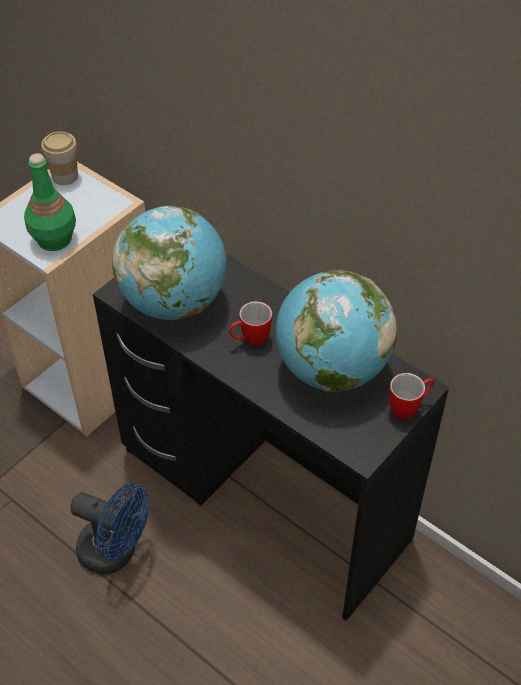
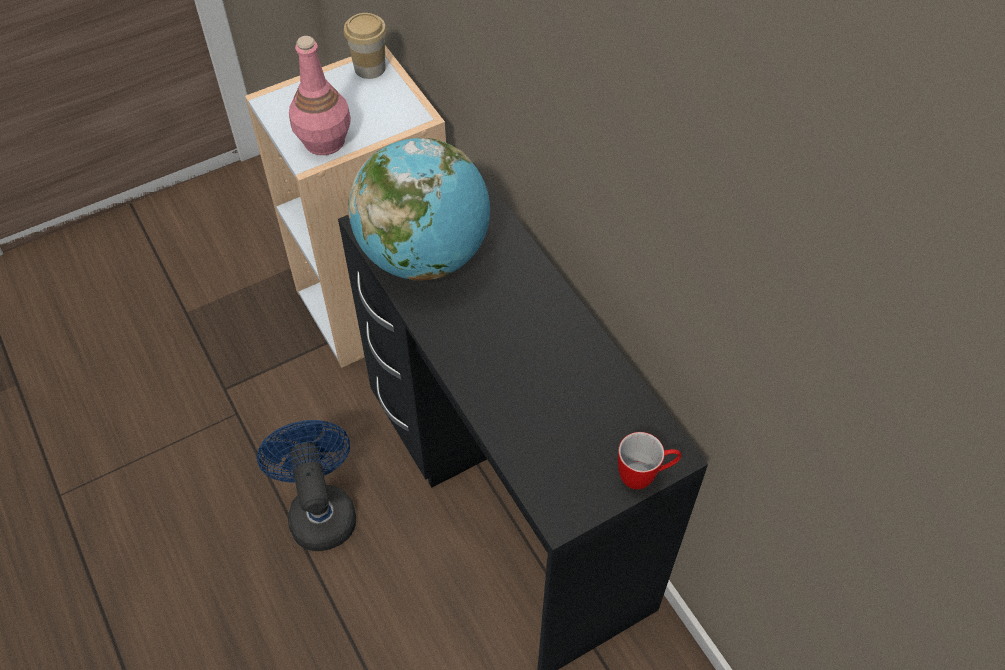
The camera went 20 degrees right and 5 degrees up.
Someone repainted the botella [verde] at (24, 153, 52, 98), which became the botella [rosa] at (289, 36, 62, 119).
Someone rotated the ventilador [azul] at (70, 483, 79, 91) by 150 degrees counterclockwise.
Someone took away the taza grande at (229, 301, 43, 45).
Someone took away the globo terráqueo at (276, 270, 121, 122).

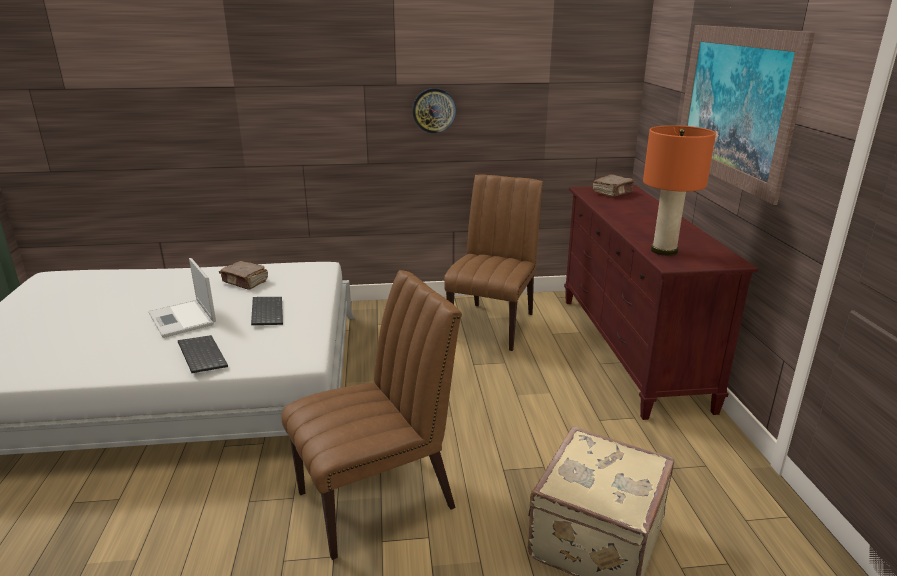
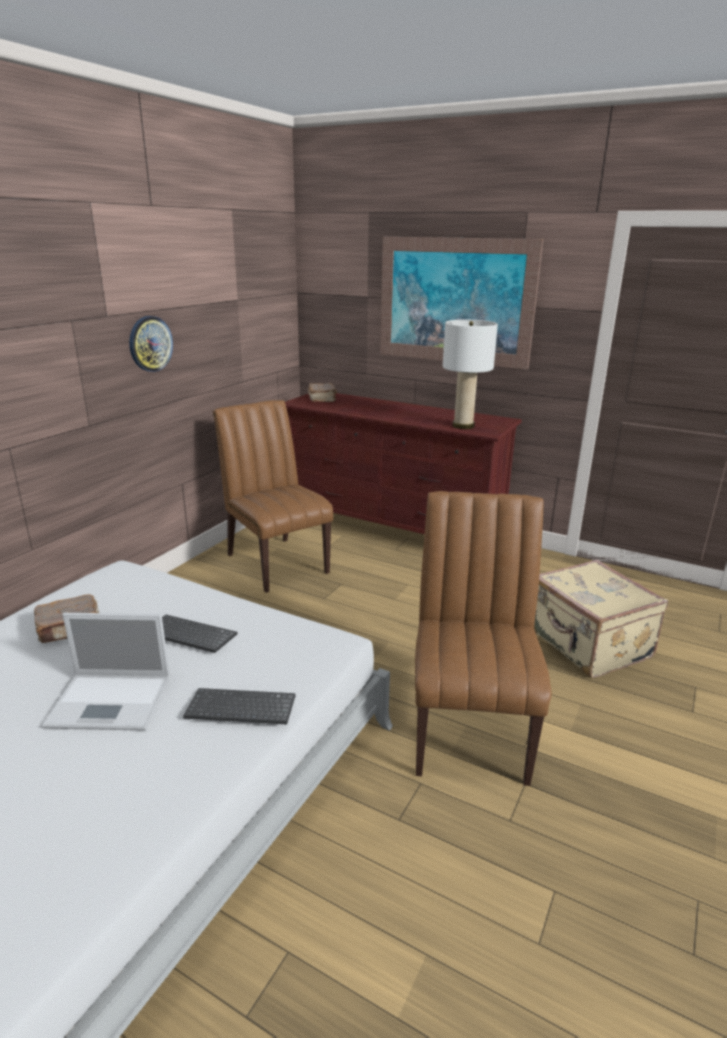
The camera went 55 degrees left and 0 degrees up.
Someone repainted the lámpara de mesa [naranja] at (643, 125, 73, 131), which became the lámpara de mesa [blanco] at (443, 320, 55, 109).

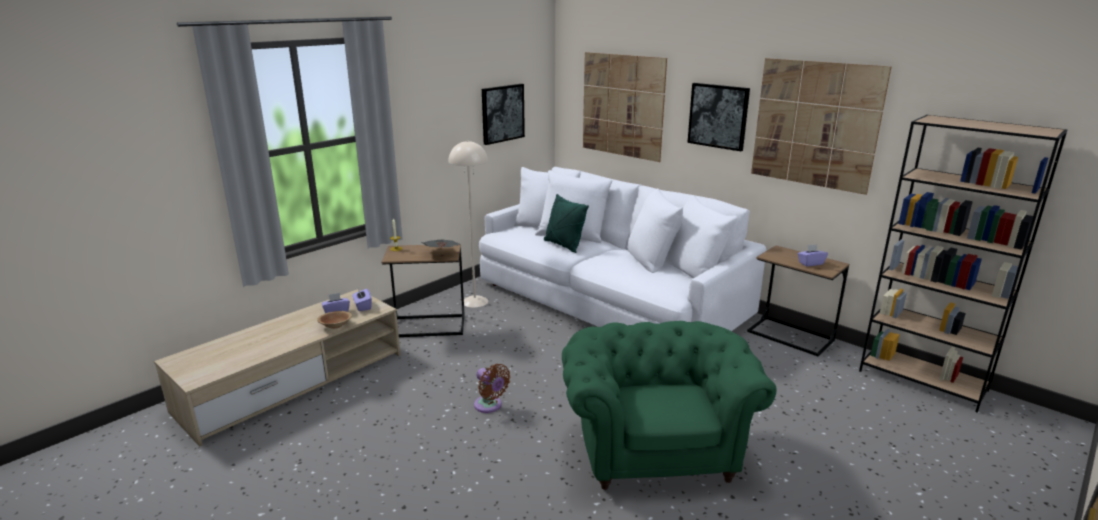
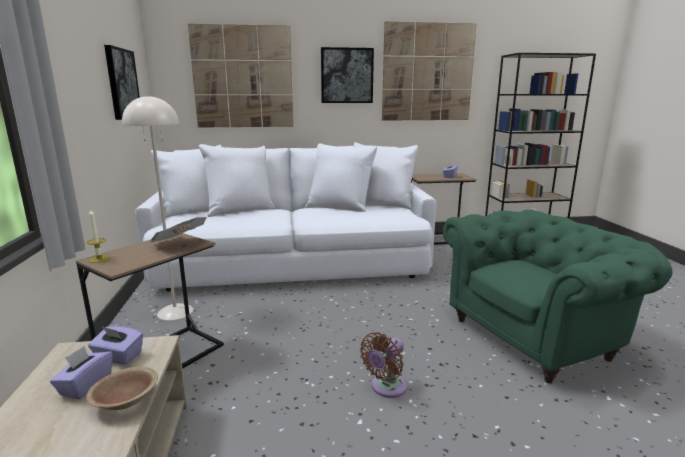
The camera went 50 degrees left and 5 degrees down.
Someone rotated the ventilador [marrón] at (474, 364, 37, 49) by 135 degrees clockwise.
Someone took away the cojín [verde] at (544, 194, 45, 59).
Someone rotated the sillón [verde] at (562, 321, 215, 169) by 120 degrees clockwise.

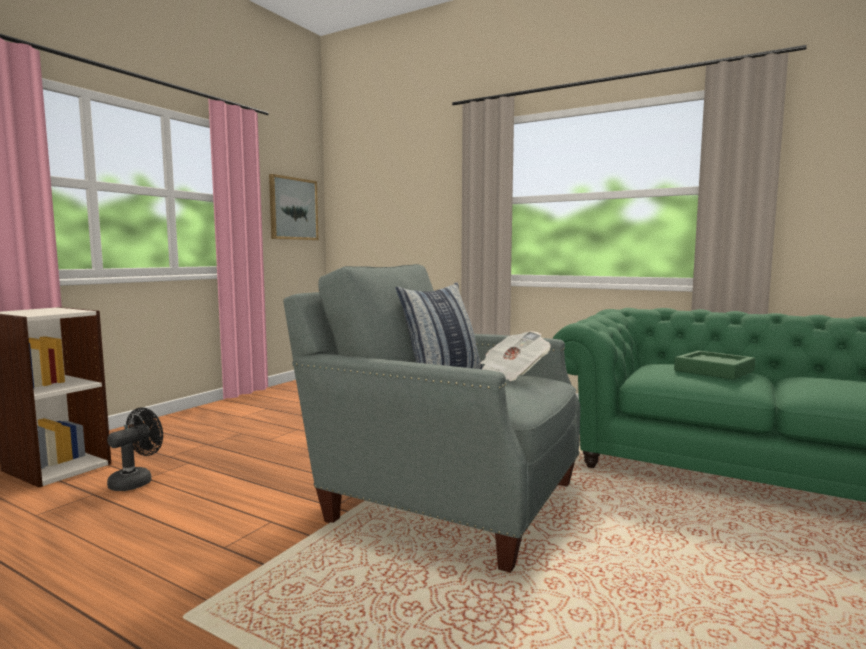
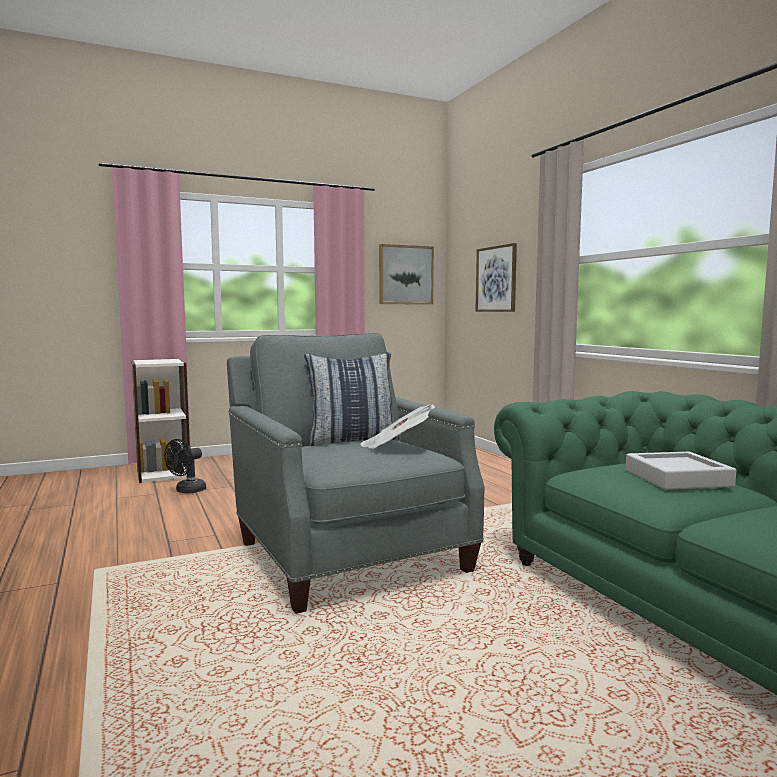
The camera went 35 degrees right and 0 degrees up.
Someone rotated the ventilador [negro] at (107, 407, 56, 84) by 150 degrees clockwise.
Someone repainted the bandeja [verde] at (674, 350, 81, 30), which became the bandeja [gris] at (626, 452, 110, 38).
Someone put up the cuadro at (475, 243, 42, 69).

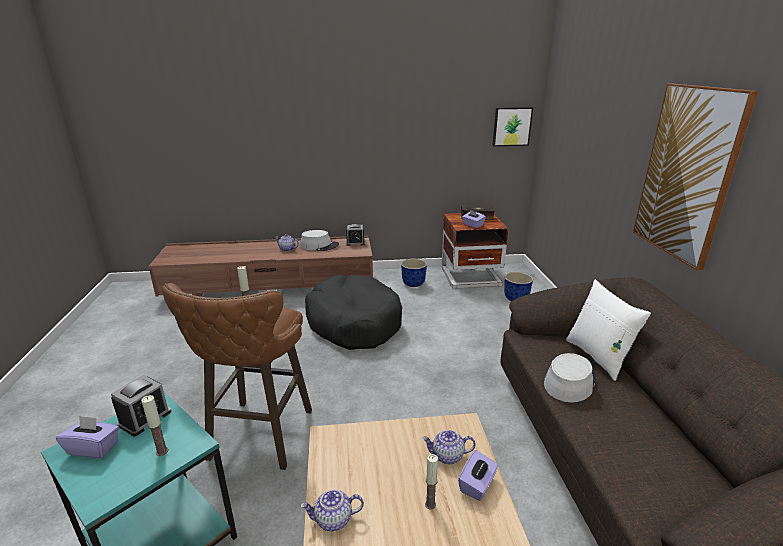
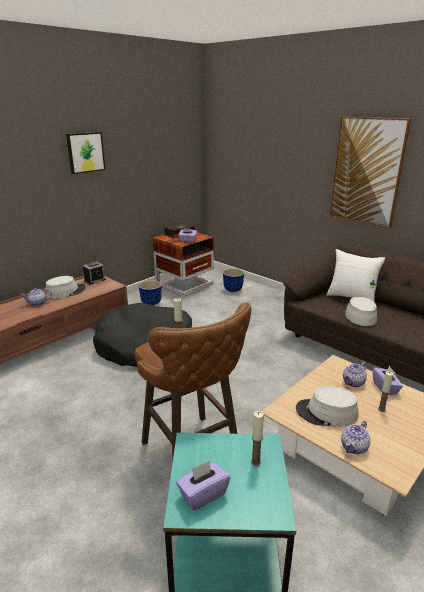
The camera went 40 degrees left and 0 degrees up.
Someone took away the despertador at (111, 375, 60, 61).
Someone carried the cuadro from (492, 107, 41, 39) to (66, 132, 39, 42).
Someone put down the sombrero [gris] at (296, 386, 62, 41).

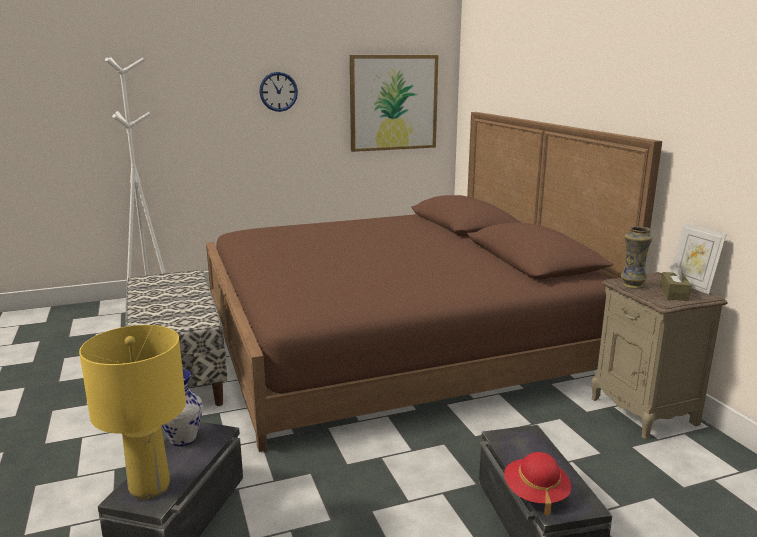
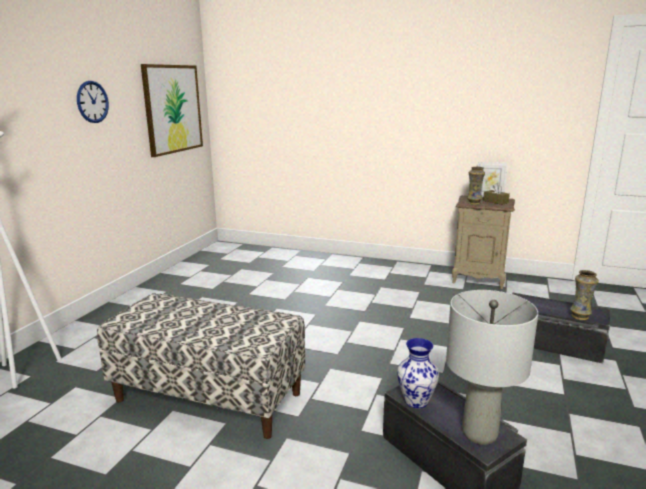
The camera went 50 degrees left and 0 degrees up.
Someone repainted the lámpara de mesa [amarillo] at (79, 325, 107, 175), which became the lámpara de mesa [gris] at (446, 290, 92, 155).
Someone took away the cama [marrón] at (206, 112, 456, 340).
Someone swapped the sombrero [rojo] at (504, 452, 67, 64) for the florero at (570, 270, 29, 50).

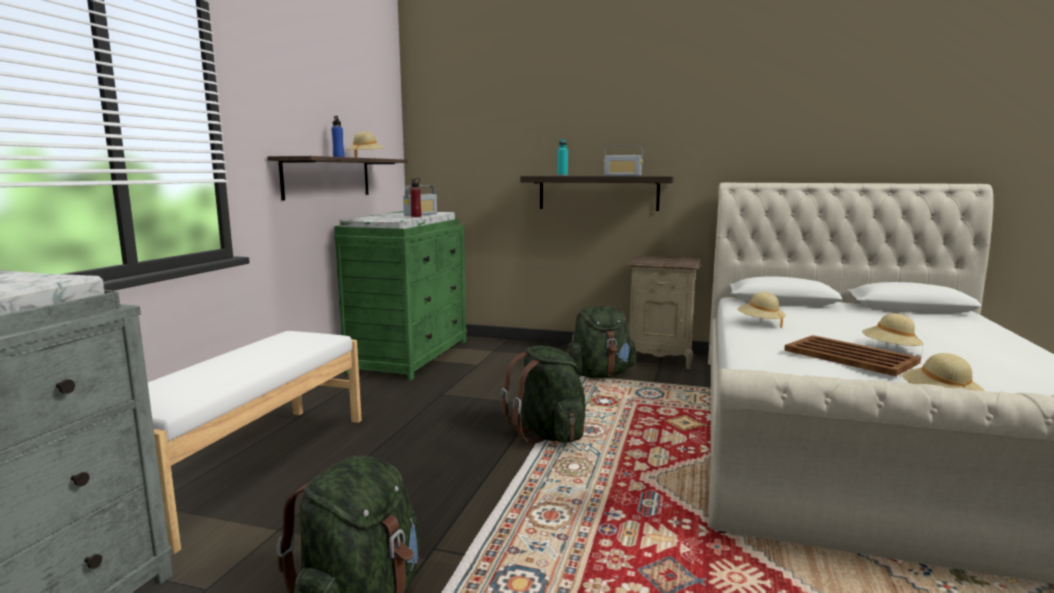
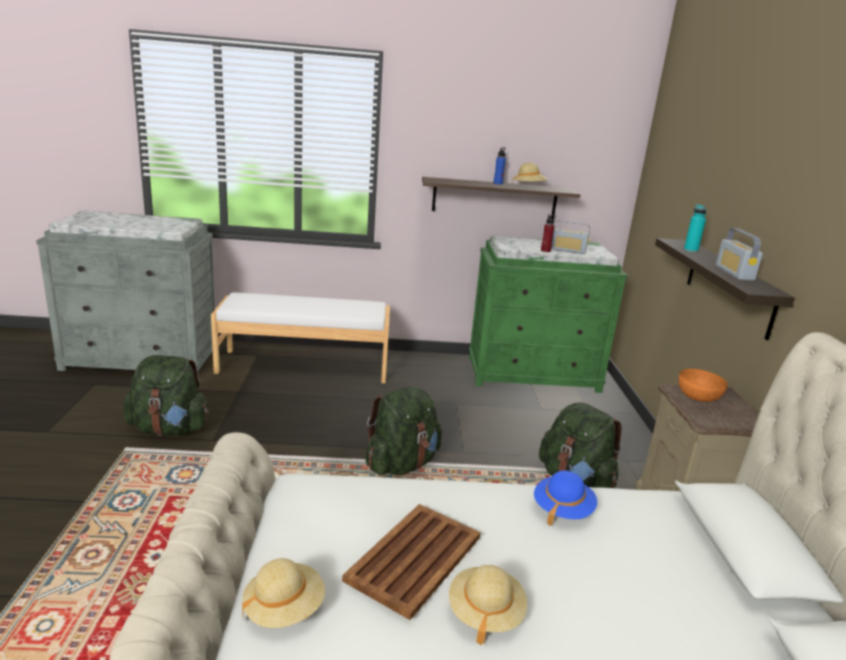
The camera went 70 degrees right and 10 degrees up.
Someone repainted the sombrero [beis] at (738, 292, 48, 36), which became the sombrero [azul] at (534, 470, 63, 56).
Someone put down the cuenco [naranja] at (678, 369, 50, 33).

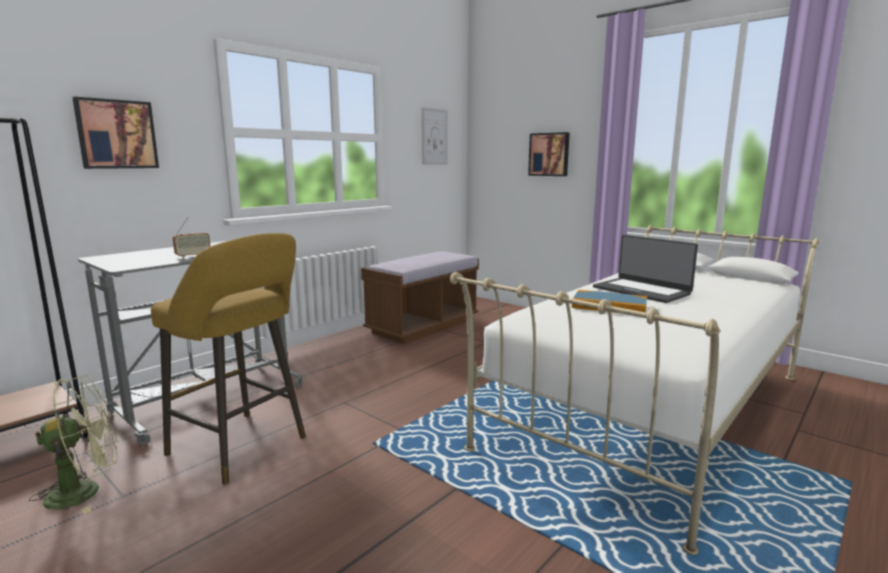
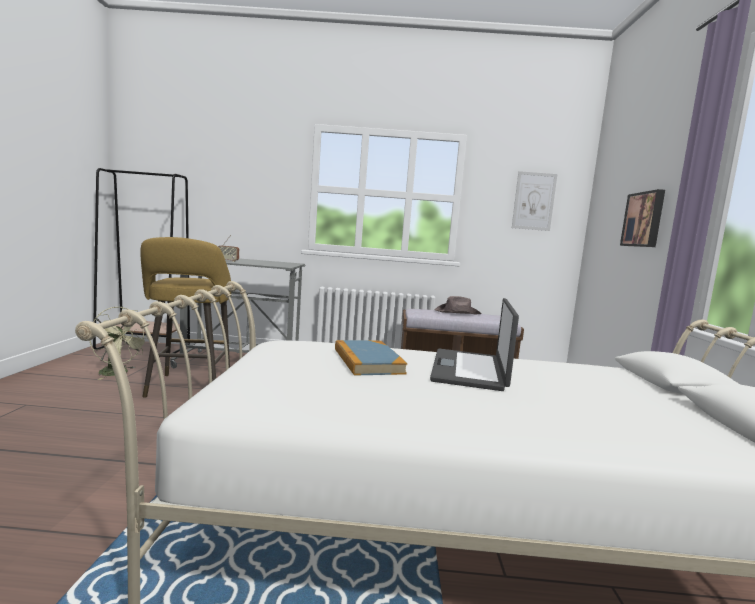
The camera went 50 degrees right and 5 degrees down.
Someone took away the cuadro at (72, 97, 87, 72).
Someone put down the sombrero [marrón] at (434, 296, 48, 18).

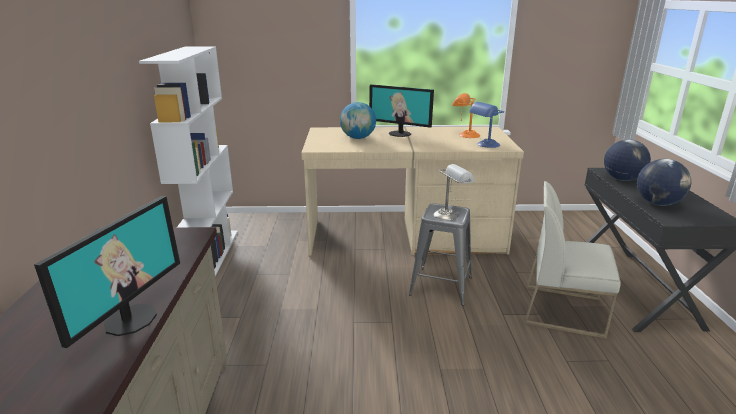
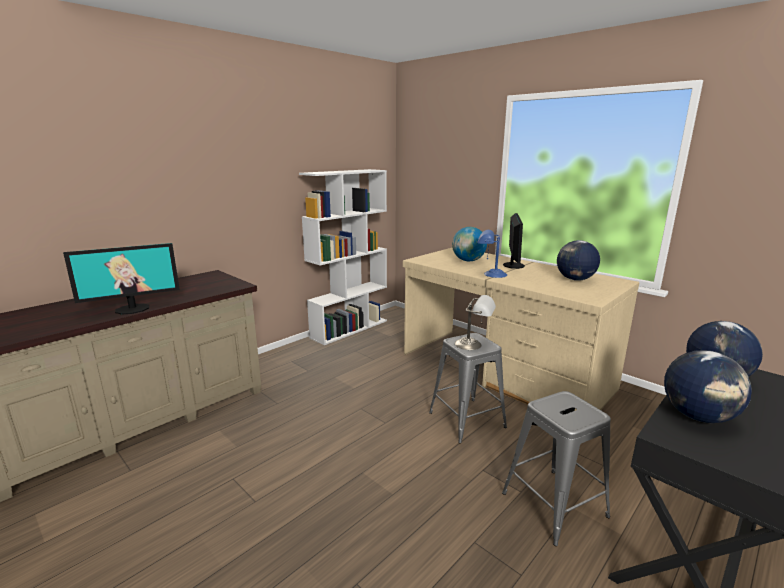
The camera went 45 degrees right and 5 degrees down.
Someone rotated the monitor at (369, 84, 65, 53) by 150 degrees counterclockwise.
Someone swapped the lámpara de mesa [naranja] at (452, 93, 28, 45) for the globo terráqueo at (557, 240, 43, 41).
Someone carried the lámpara de mesa [azul] from (469, 102, 35, 46) to (477, 230, 30, 48).
Someone swapped the silla [blanco] at (524, 181, 97, 158) for the taburete [gris] at (502, 391, 109, 155).

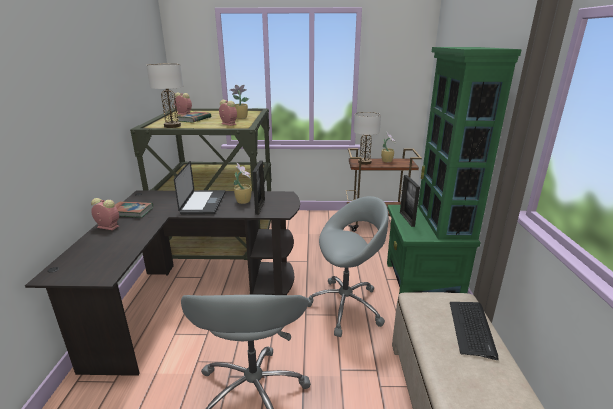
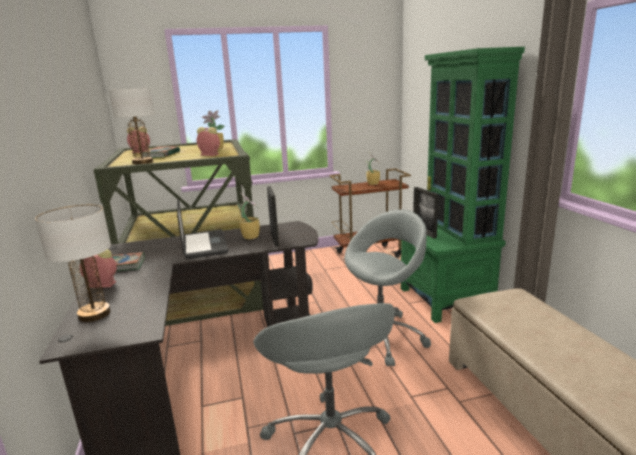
The camera went 15 degrees left and 5 degrees down.
Someone carried the lámpara de mesa from (354, 112, 27, 53) to (35, 204, 76, 118).
Someone took away the teclado at (450, 302, 49, 58).

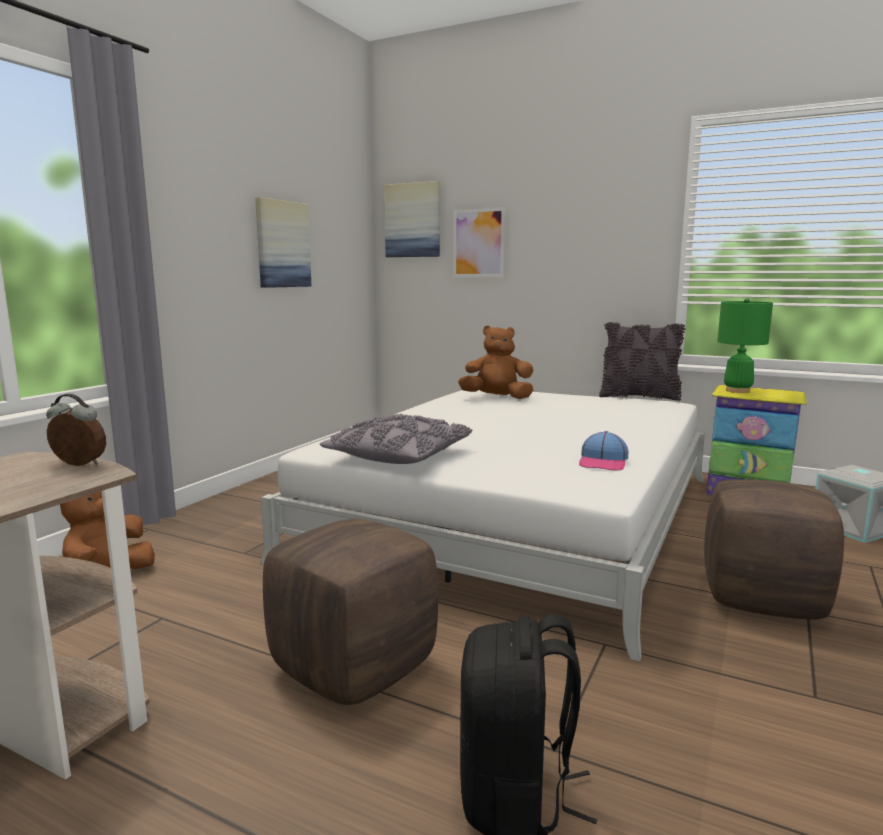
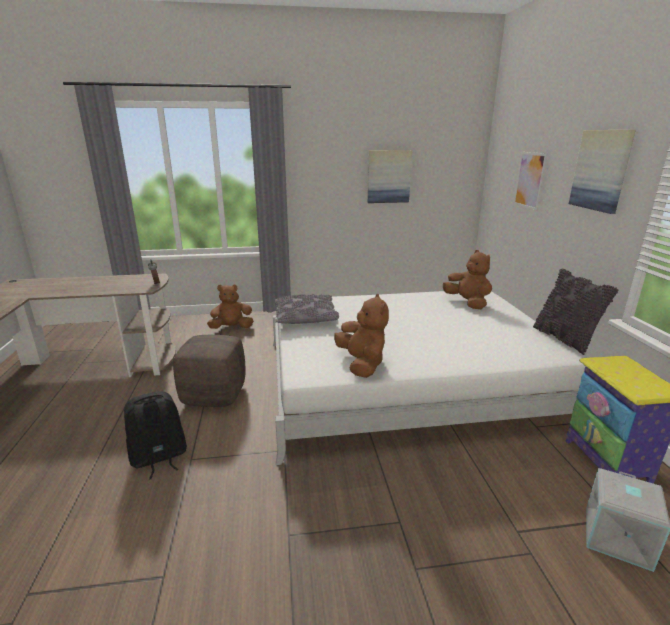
The camera went 55 degrees right and 10 degrees up.
Someone carried the cuadro from (384, 181, 56, 76) to (569, 130, 67, 84).
Someone swapped the gorra at (579, 431, 49, 40) for the peluche [marrón] at (334, 294, 55, 84).
Someone took away the puf [marrón] at (704, 479, 140, 141).
Someone took away the lámpara de mesa [verde] at (717, 298, 56, 95).

